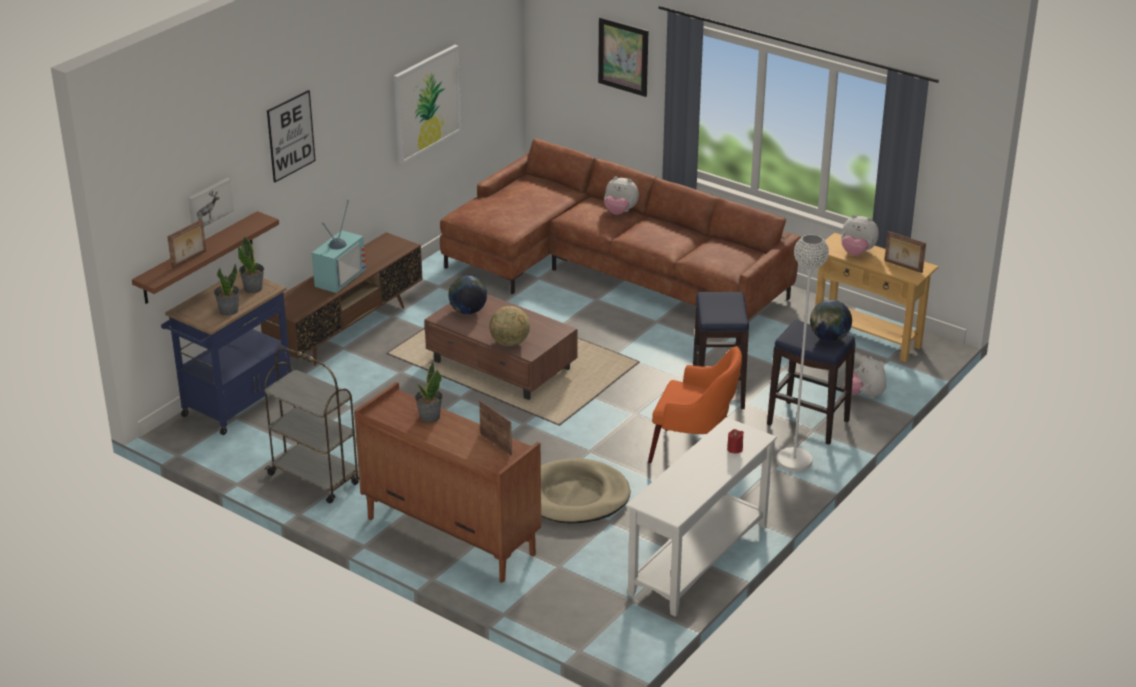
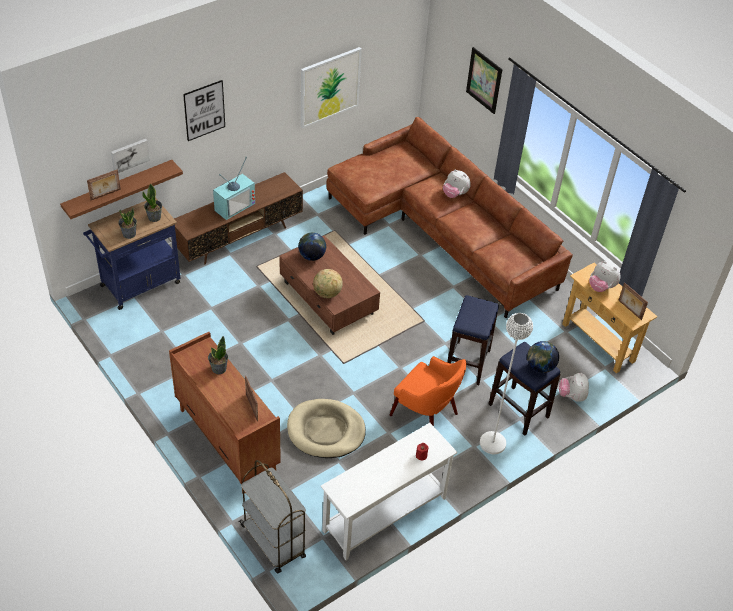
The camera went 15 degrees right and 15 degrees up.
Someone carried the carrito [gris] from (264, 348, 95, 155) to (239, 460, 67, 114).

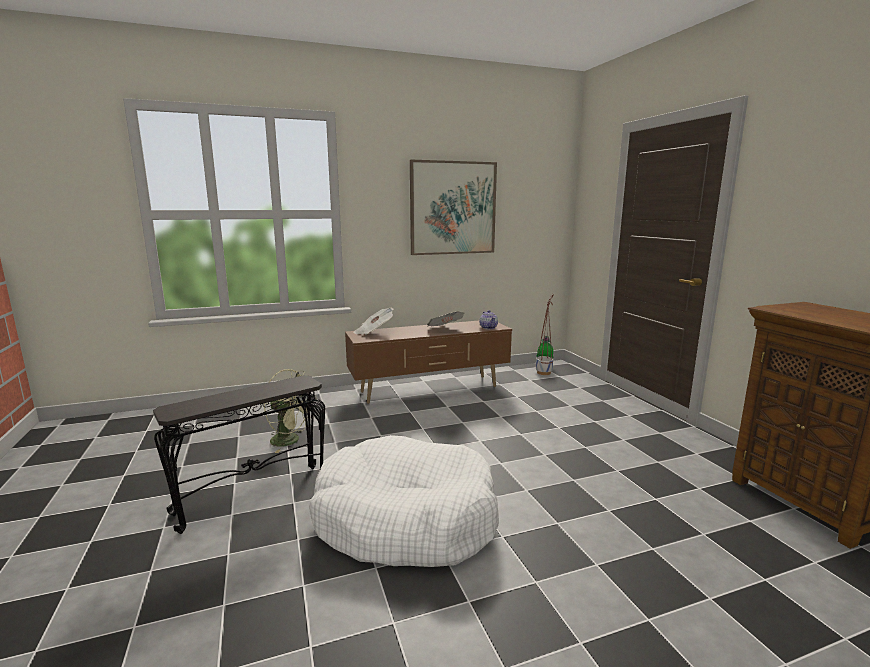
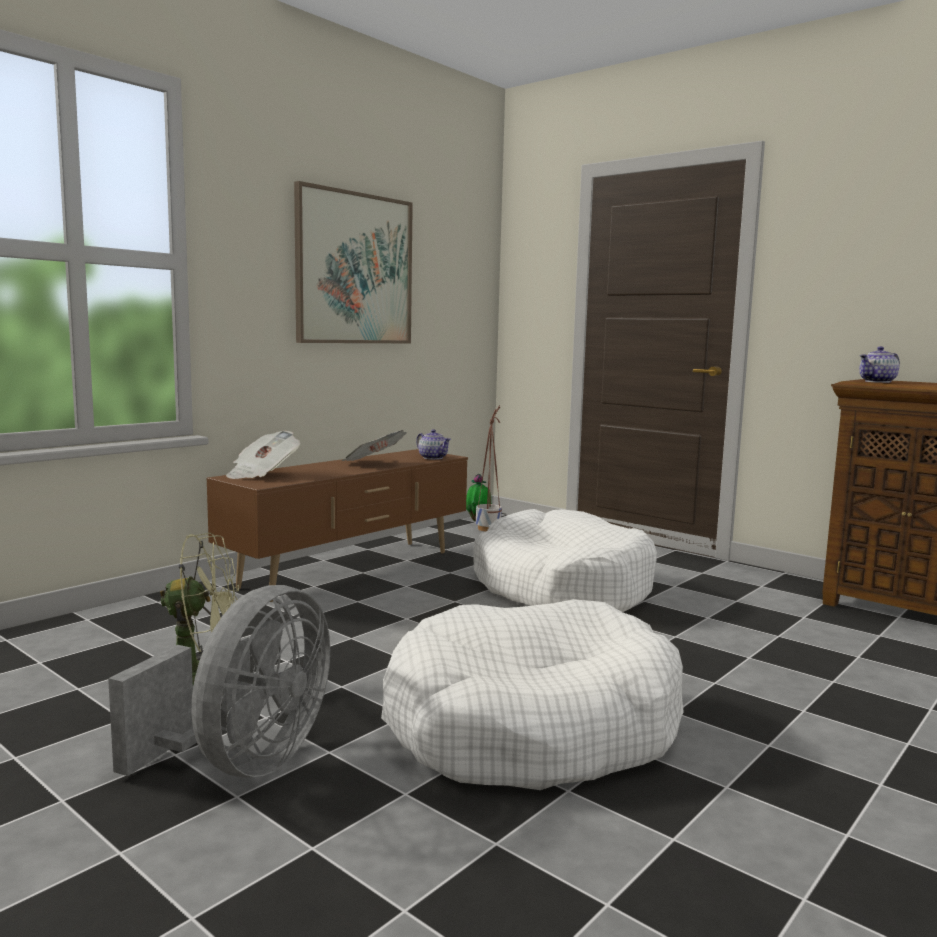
The camera went 30 degrees left and 5 degrees down.
Someone swapped the mesa auxiliar [negro] at (153, 376, 172, 158) for the ventilador [gris] at (108, 585, 222, 193).
Someone put down the cama para perro [blanco] at (473, 509, 184, 103).
Someone put down the tetera at (859, 346, 41, 37).

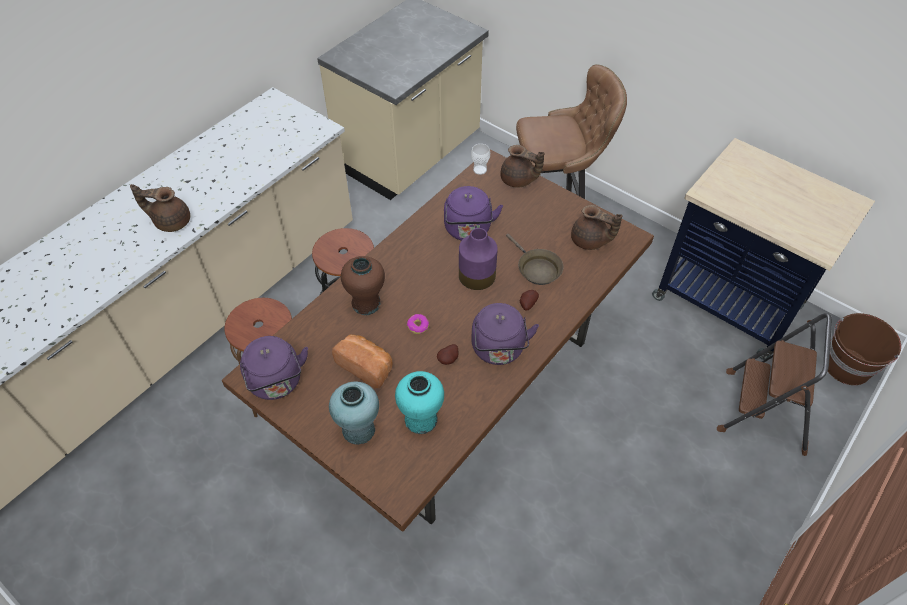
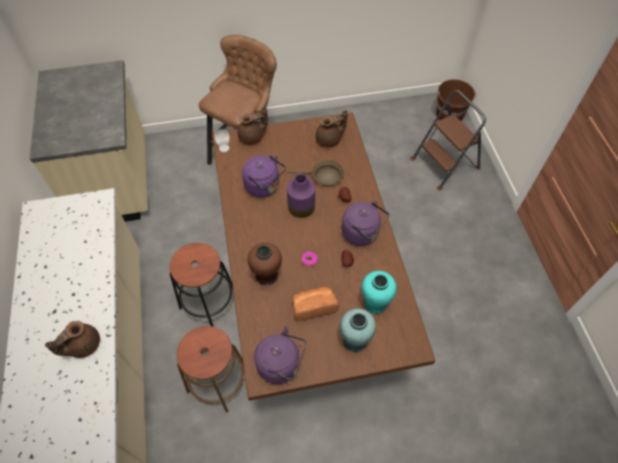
The camera went 50 degrees left and 5 degrees up.
Someone took away the carrito [azul] at (652, 138, 223, 222).

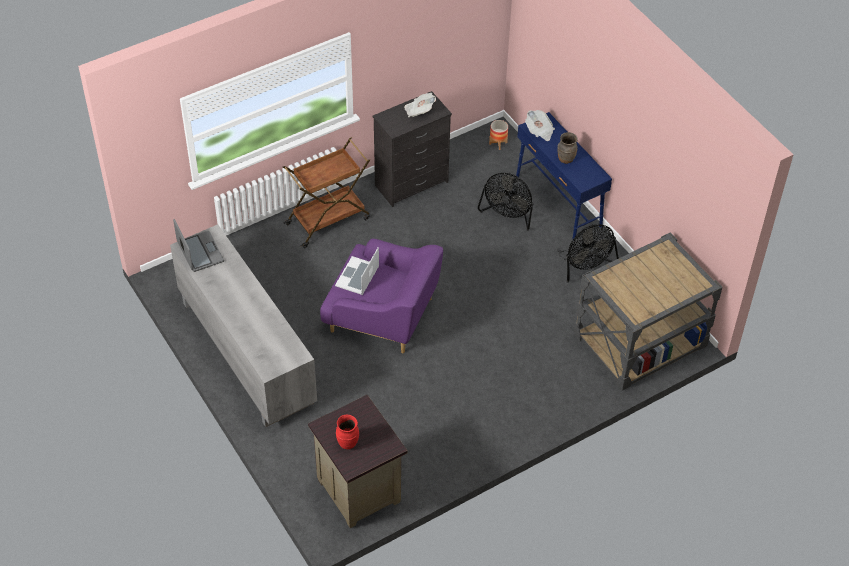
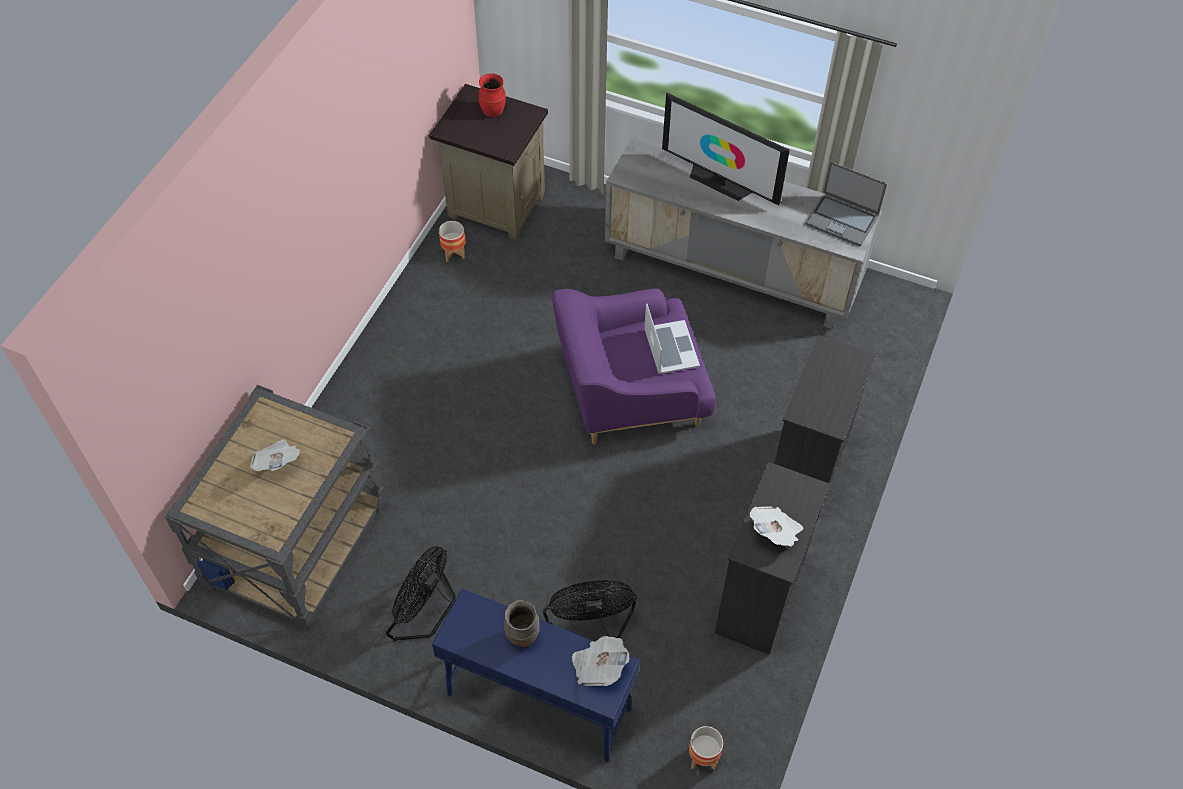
The camera went 145 degrees right and 5 degrees up.
Someone swapped the carrito [marrón] at (283, 137, 87, 111) for the cómoda [negro] at (774, 335, 102, 186).
Someone put down the periódico at (250, 439, 51, 32).
Someone put down the maceta at (439, 221, 26, 41).
Someone put down the televisor at (662, 93, 128, 112).

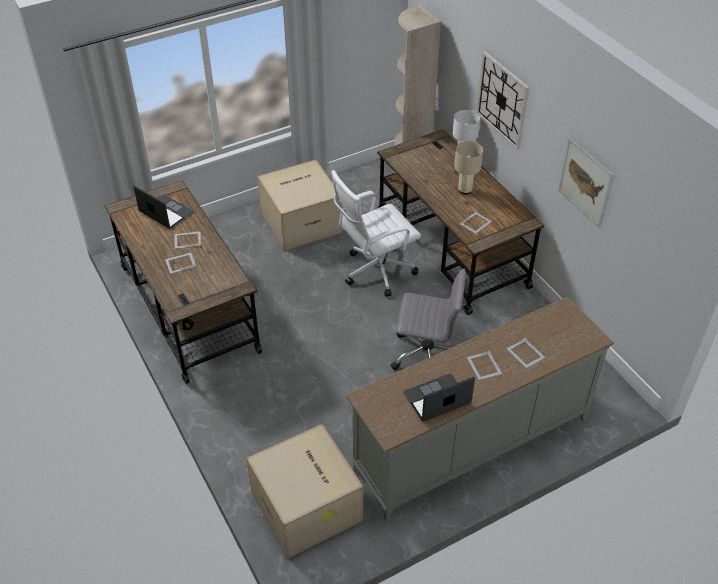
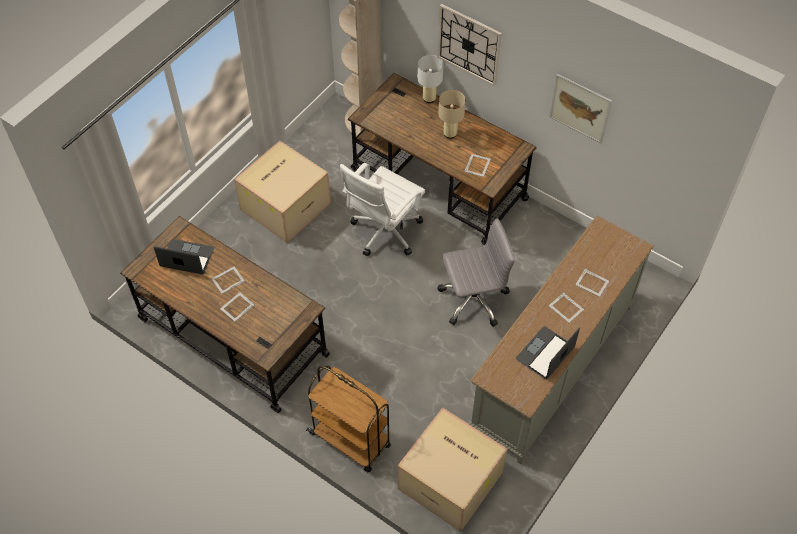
The camera went 25 degrees left and 10 degrees up.
Someone put down the carrito [marrón] at (306, 366, 85, 106).

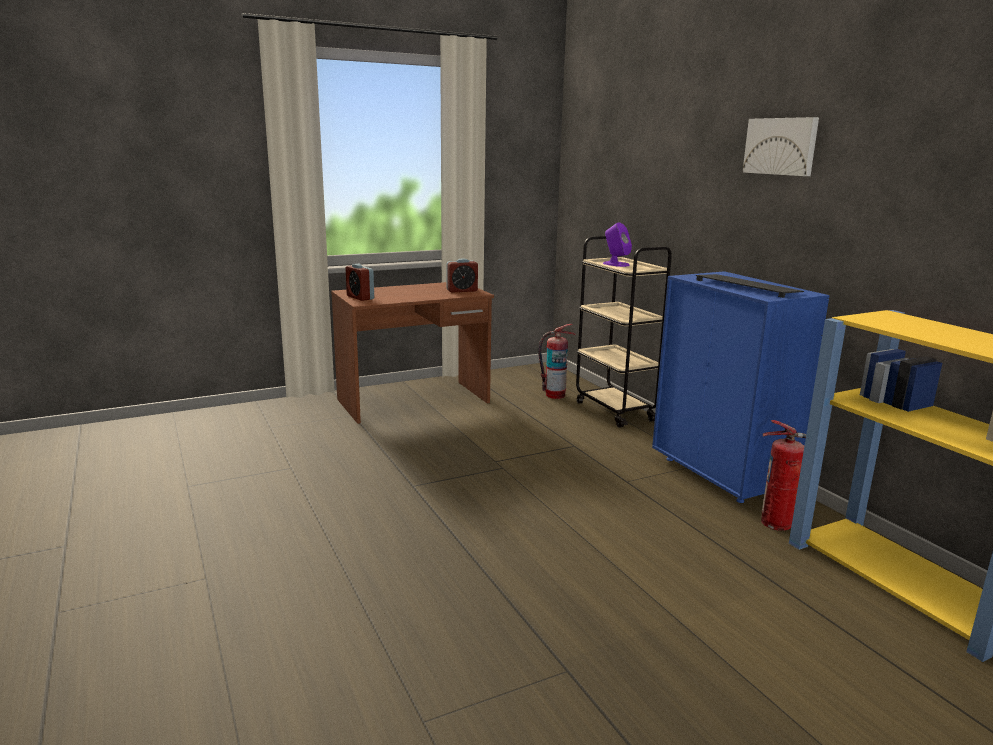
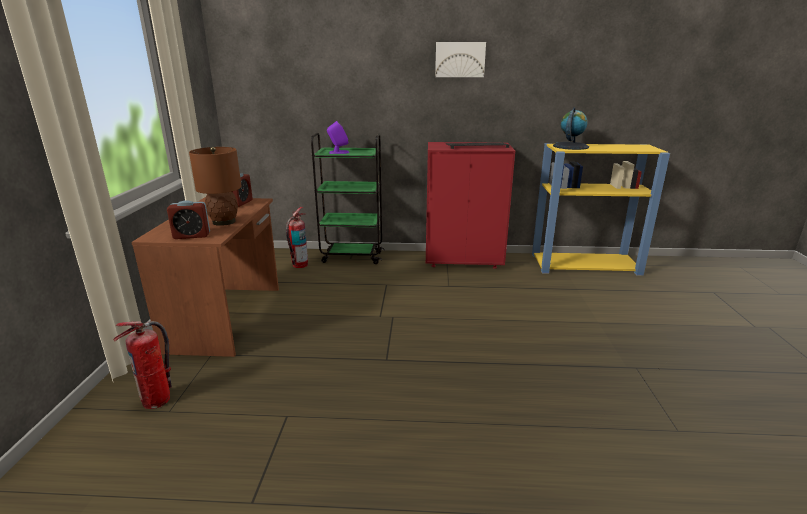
The camera went 60 degrees left and 5 degrees up.
Someone repainted the carrito [beis] at (576, 236, 96, 192), which became the carrito [verde] at (311, 133, 74, 131).
Someone repainted the armario [azul] at (652, 271, 178, 232), which became the armario [rojo] at (426, 142, 89, 127).
Someone carried the extintor from (761, 420, 45, 111) to (113, 321, 59, 88).
Someone put down the lámpara de mesa [marrón] at (189, 147, 52, 79).
Someone put down the globo terráqueo at (553, 107, 36, 43).

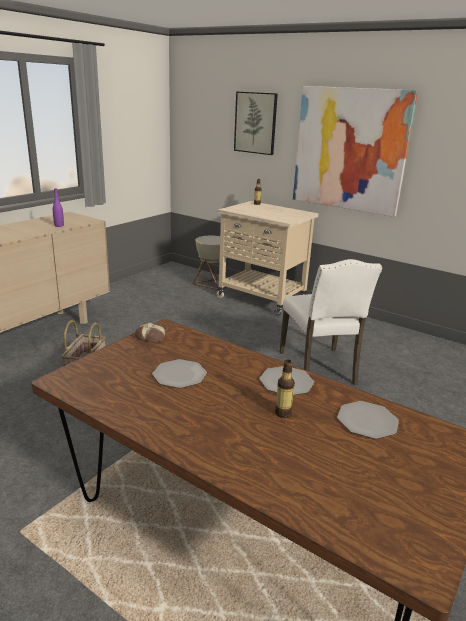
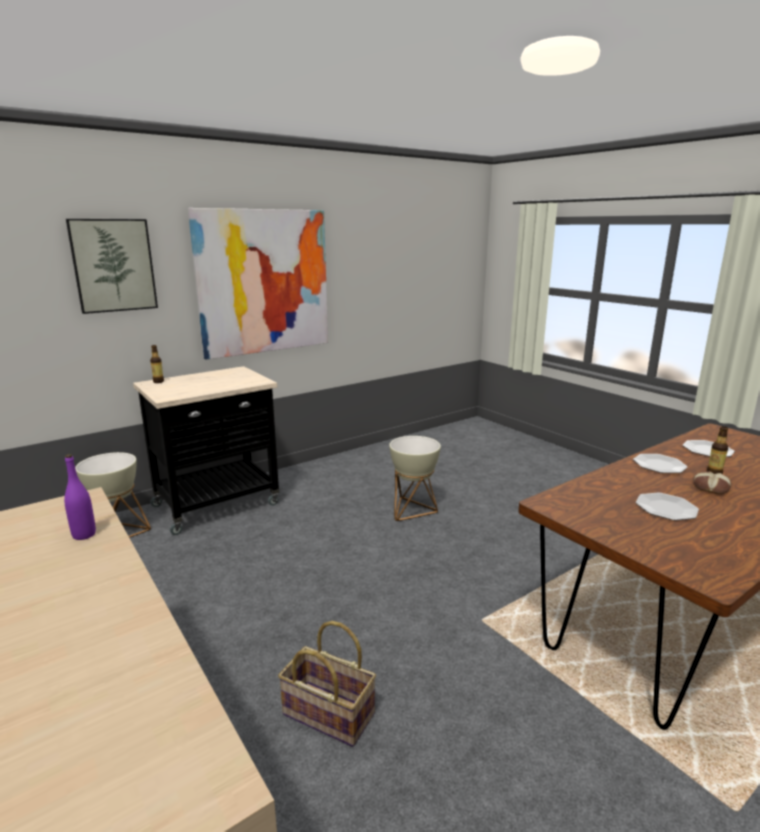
The camera went 70 degrees left and 5 degrees down.
Someone carried the pan from (135, 322, 31, 20) to (693, 471, 38, 24).
Someone repainted the carrito [beis] at (217, 201, 102, 115), which became the carrito [negro] at (133, 366, 146, 169).
Someone swapped the silla [blanco] at (279, 259, 103, 126) for the maceta at (389, 436, 52, 85).

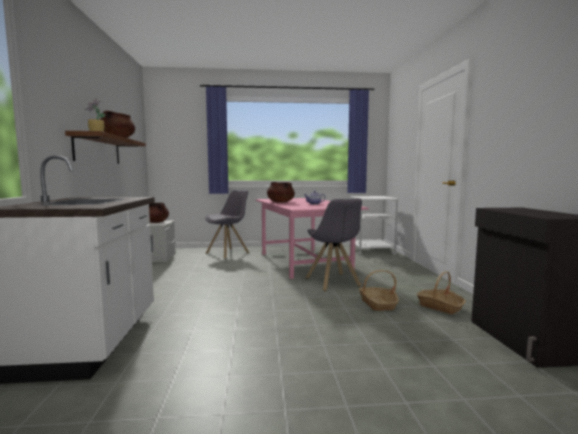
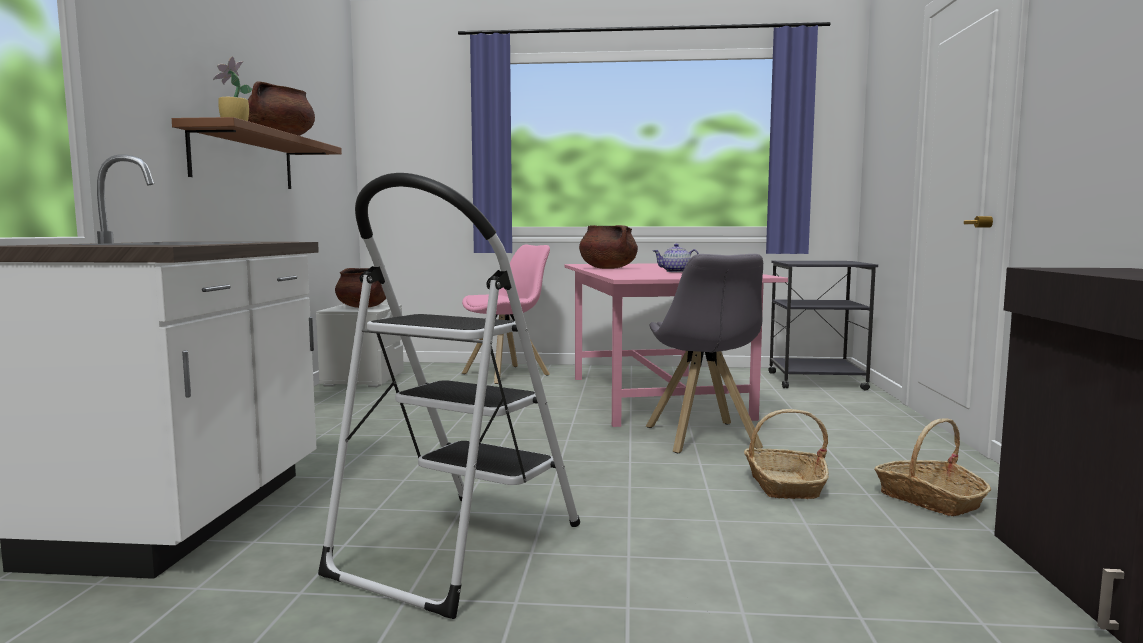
The camera went 10 degrees right and 0 degrees up.
Someone repainted the silla [gris] at (205, 190, 44, 69), which became the silla [rosa] at (462, 245, 88, 139).
Someone repainted the carrito [blanco] at (349, 196, 50, 59), which became the carrito [negro] at (768, 261, 110, 130).
Someone put down the escalera de tijera at (318, 173, 262, 446).

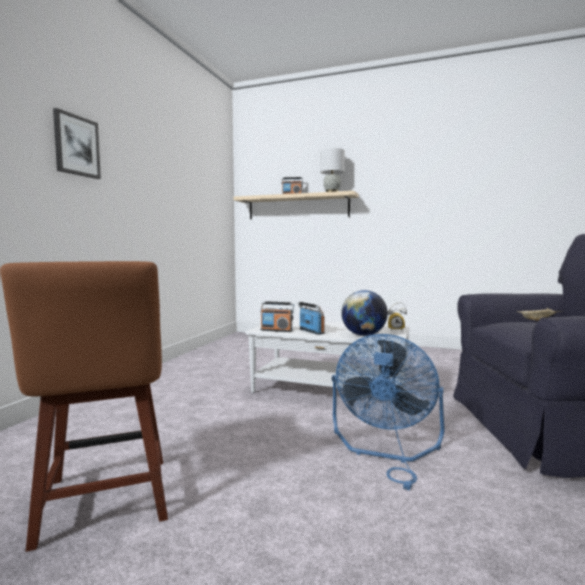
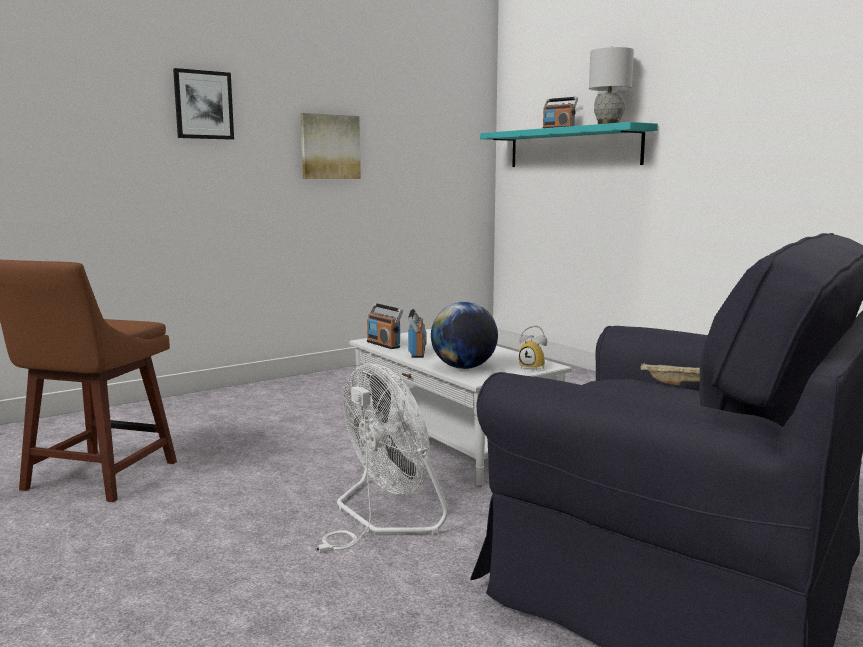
The camera went 35 degrees right and 5 degrees up.
Someone repainted the estante [beis] at (233, 191, 125, 28), which became the estante [turquesa] at (480, 122, 178, 45).
Someone repainted the ventilador [azul] at (332, 334, 113, 156), which became the ventilador [blanco] at (315, 363, 133, 190).
Someone put up the cuadro at (300, 113, 61, 66).

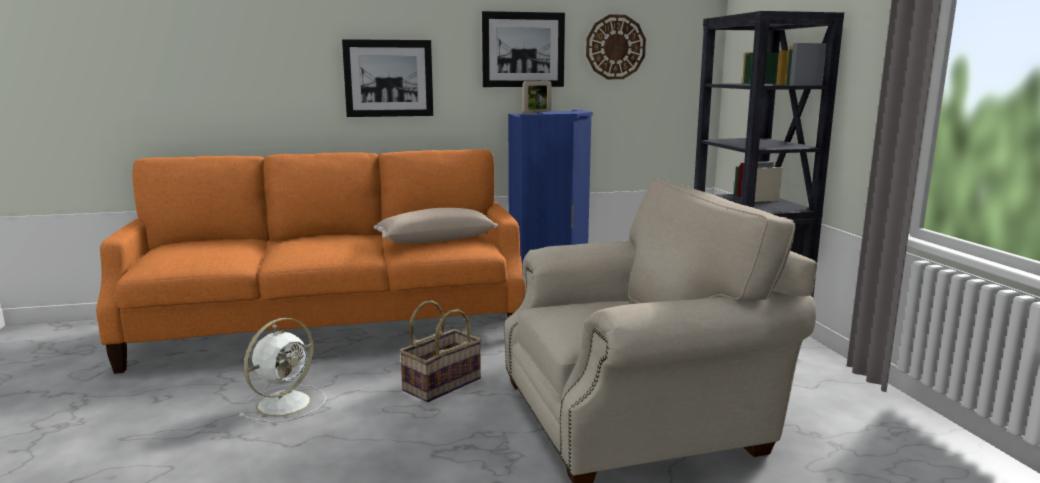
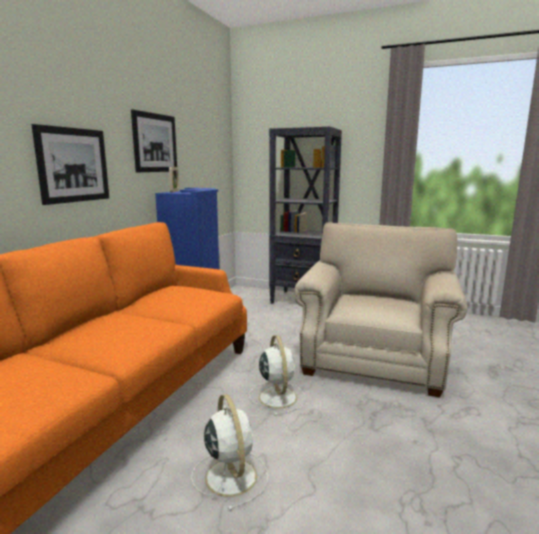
The camera went 55 degrees left and 0 degrees up.
Someone took away the cojín [beis] at (374, 208, 124, 36).
Someone swapped the cesta at (399, 300, 83, 102) for the ventilador [blanco] at (249, 335, 56, 81).
Someone took away the reloj de pared at (586, 14, 60, 65).

